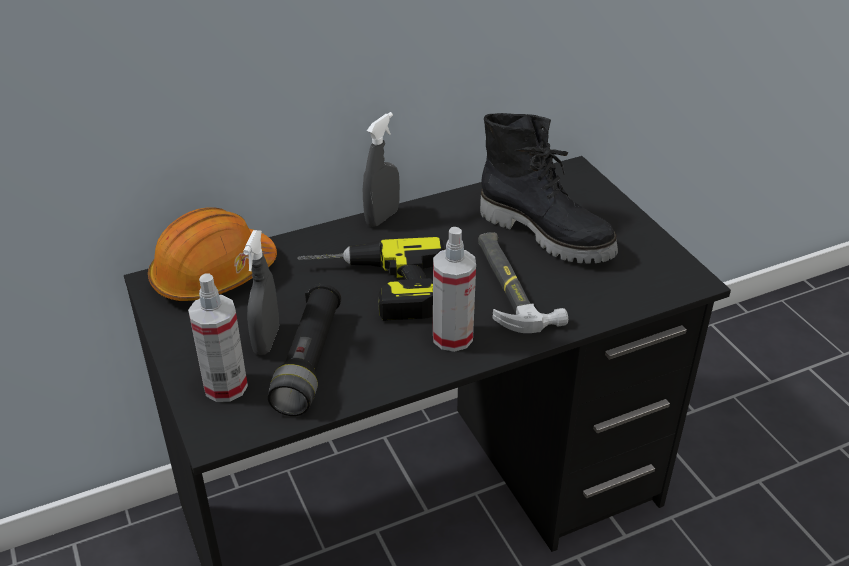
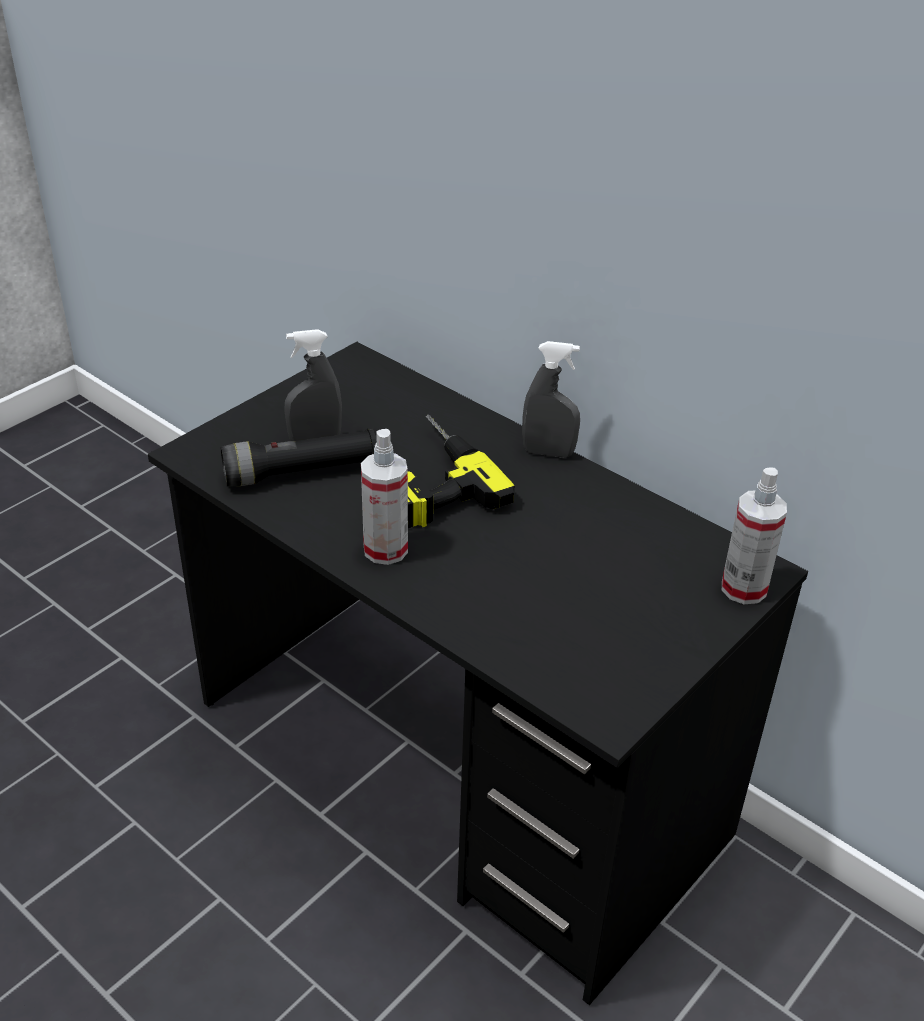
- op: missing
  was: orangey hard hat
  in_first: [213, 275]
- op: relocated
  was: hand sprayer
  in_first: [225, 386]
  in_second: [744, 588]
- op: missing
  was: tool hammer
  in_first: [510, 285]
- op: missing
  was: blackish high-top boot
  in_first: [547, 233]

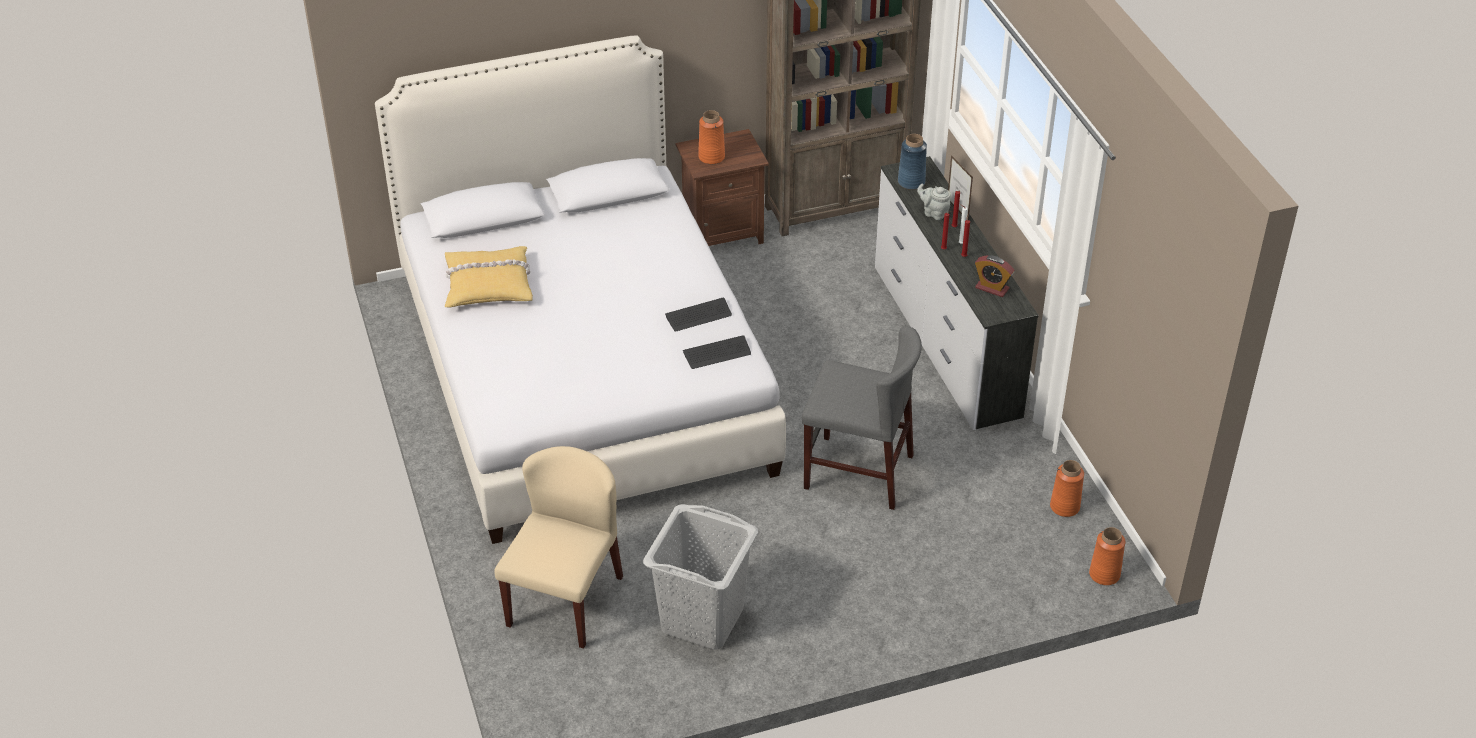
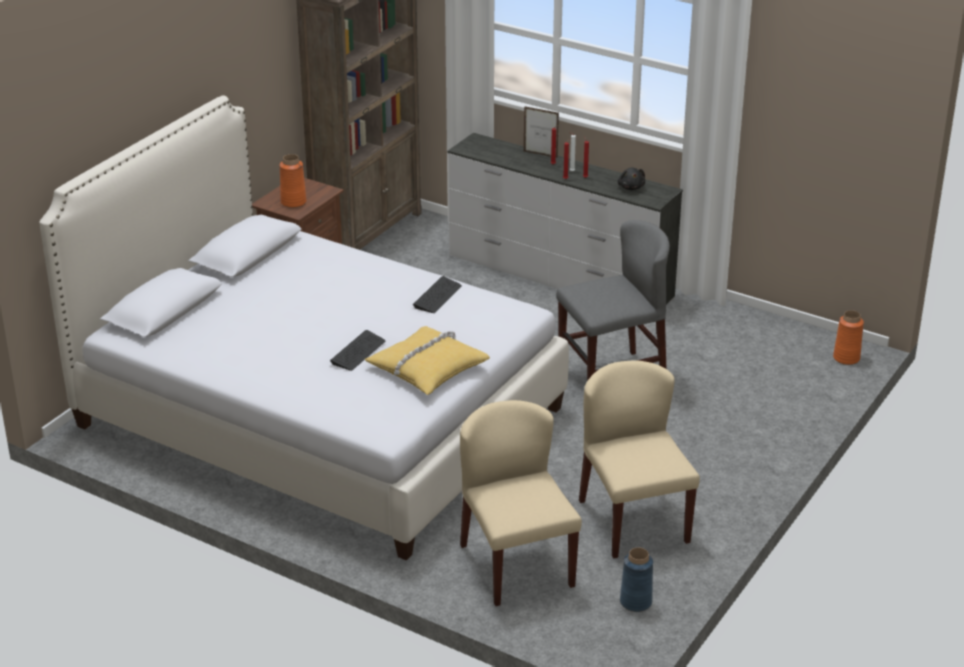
- op: relocated
  was: yellow pillow
  in_first: [488, 285]
  in_second: [427, 369]
- op: exchanged
  was: grey hamper
  now: sand-coloured upright chair
  in_first: [703, 619]
  in_second: [633, 520]
- op: relocated
  was: PC keyboard
  in_first: [717, 353]
  in_second: [358, 352]
- op: relocated
  was: bluish flower vase
  in_first: [911, 182]
  in_second: [636, 602]
- op: missing
  was: grey pot for tea
  in_first: [934, 213]
- op: exchanged
  was: table clock
  now: blackish plush toy
  in_first: [992, 288]
  in_second: [631, 187]
- op: missing
  was: orangey flower vase
  in_first: [1065, 507]

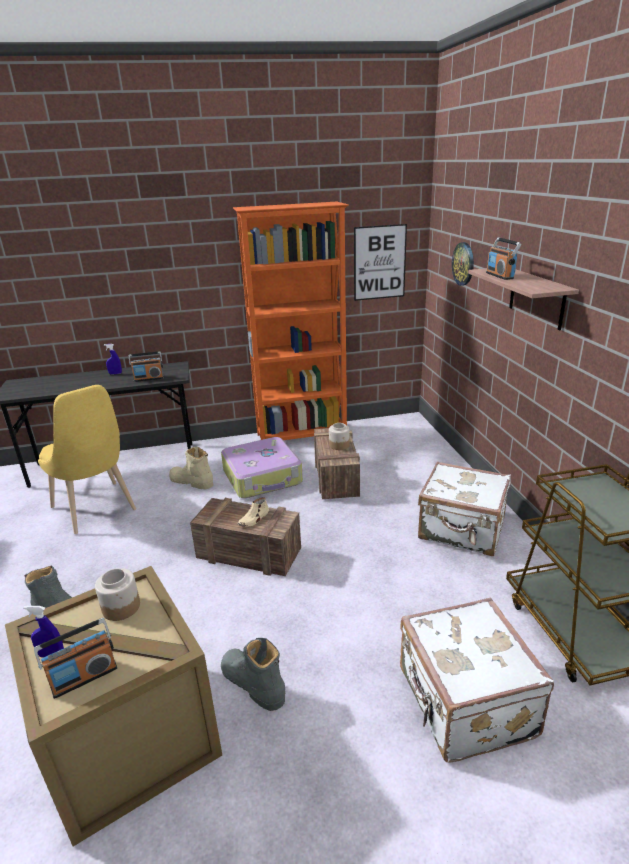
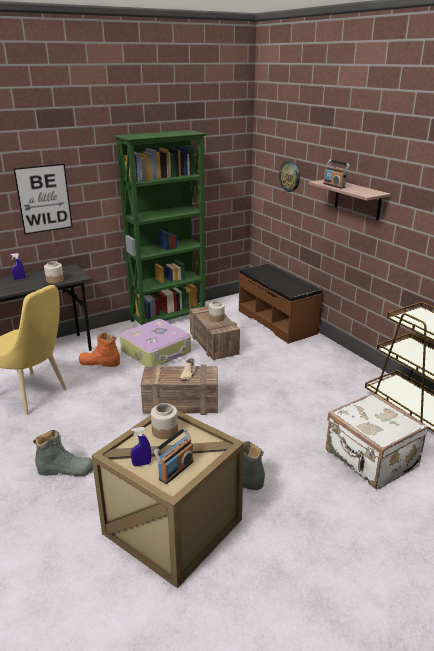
- op: exchanged
  was: radio receiver
  now: storage jar
  in_first: [149, 378]
  in_second: [55, 280]
- op: colour
  was: sand-coloured high-top boot
  now: orangey high-top boot
  in_first: [191, 482]
  in_second: [99, 363]
- op: colour
  was: orangey shelving unit
  now: green-coloured shelving unit
  in_first: [302, 437]
  in_second: [169, 318]
- op: relocated
  was: wall art
  in_first: [379, 262]
  in_second: [44, 199]
- op: missing
  was: white piece of luggage
  in_first: [462, 530]
- op: appeared
  now: brown indoor bench
  in_second: [277, 322]

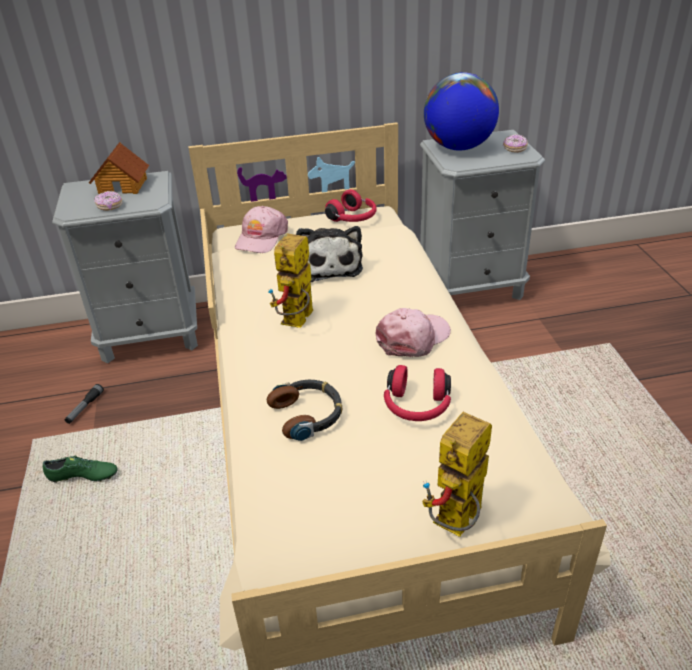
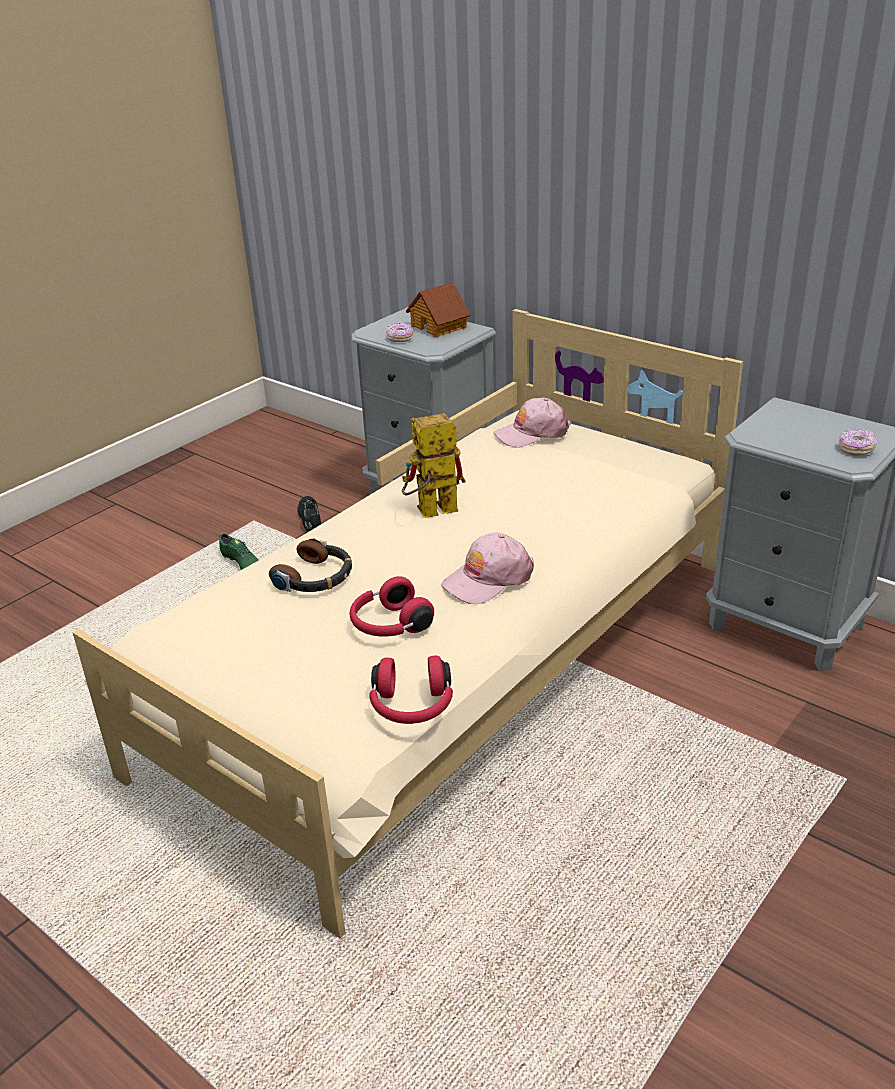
- op: exchanged
  was: torch
  now: blackish item of footwear
  in_first: [85, 407]
  in_second: [311, 520]
- op: missing
  was: plush toy
  in_first: [327, 265]
- op: relocated
  was: red headset
  in_first: [353, 218]
  in_second: [412, 707]
- op: spun
  was: pink-coloured baseball cap
  in_first: [413, 338]
  in_second: [488, 579]
  clockwise: 135
- op: missing
  was: toy robot
  in_first: [456, 525]
- op: missing
  was: desk globe
  in_first: [458, 147]

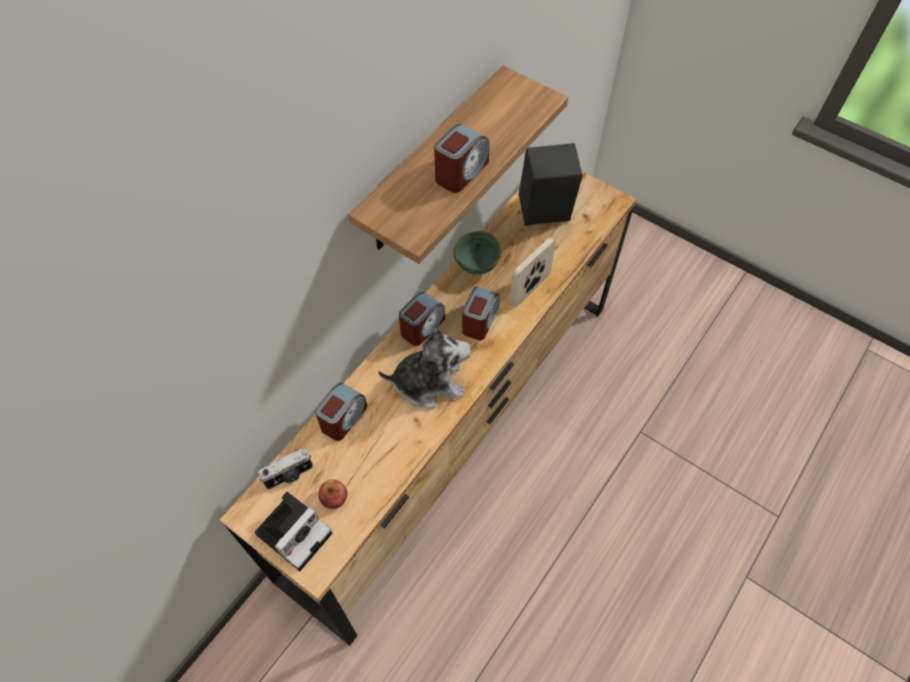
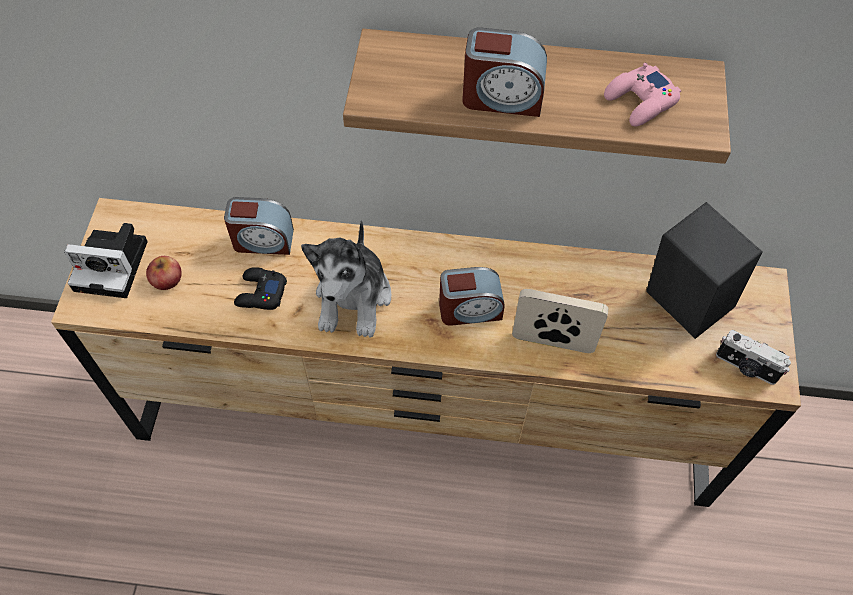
- op: relocated
  was: photo camera
  in_first: [289, 475]
  in_second: [746, 367]
- op: spun
  was: plush toy
  in_first: [429, 382]
  in_second: [353, 298]
  clockwise: 45
- op: missing
  was: table clock
  in_first: [422, 327]
- op: missing
  was: green-coloured deep dish
  in_first: [478, 266]
- op: appeared
  now: blackish gamepad
  in_second: [260, 293]
- op: appeared
  now: pink-coloured gamepad
  in_second: [640, 101]

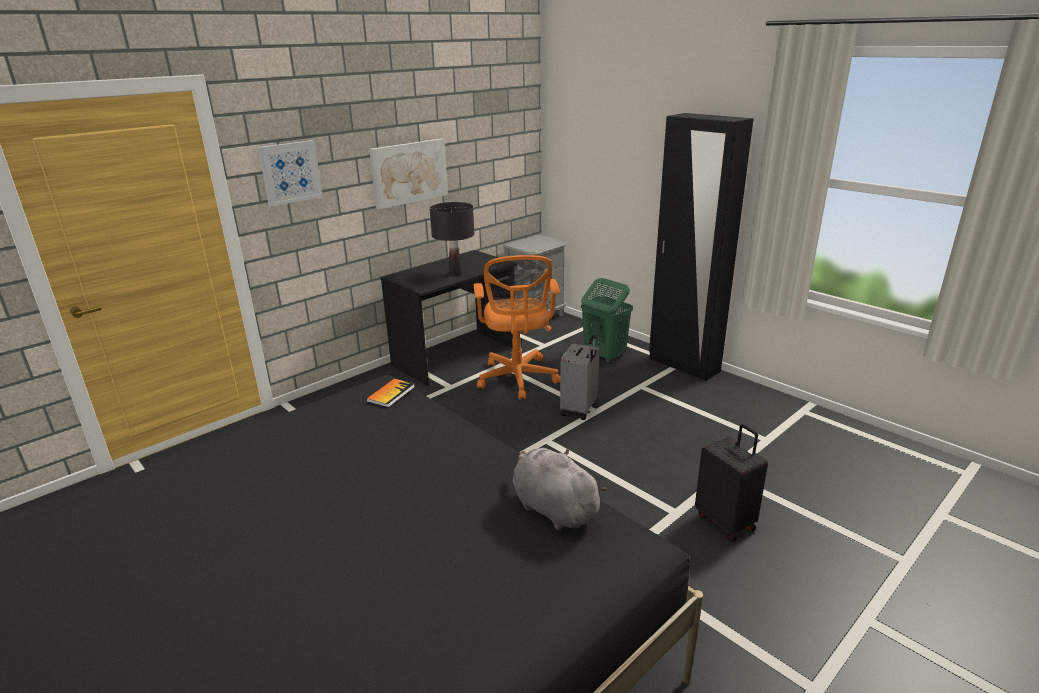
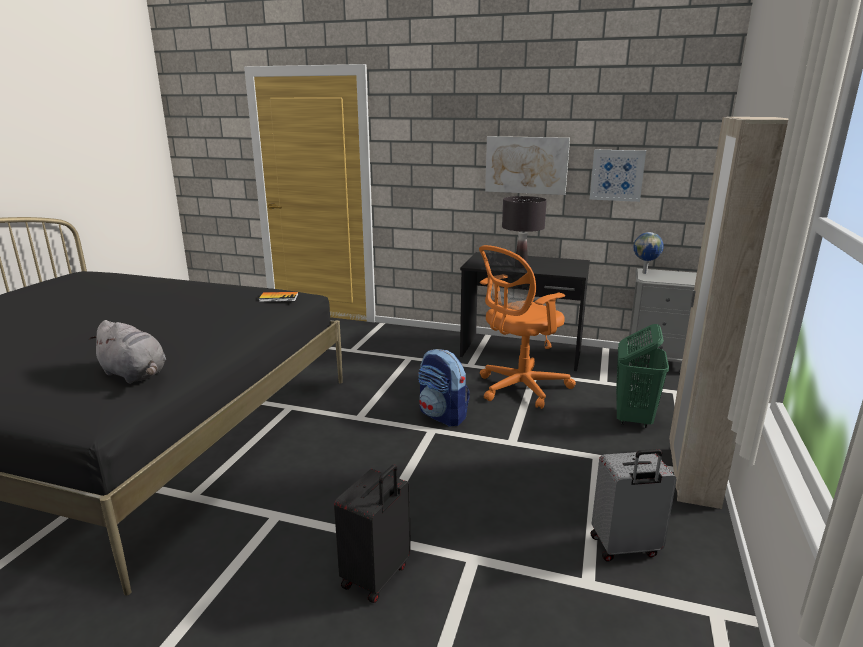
- op: relocated
  was: wall art
  in_first: [290, 172]
  in_second: [617, 175]
- op: spun
  was: grey plush toy
  in_first: [552, 508]
  in_second: [135, 375]
  clockwise: 105
- op: relocated
  was: grey piece of luggage
  in_first: [579, 409]
  in_second: [625, 547]
- op: colour
  was: blackish wardrobe
  now: sand-coloured wardrobe
  in_first: [683, 365]
  in_second: [692, 475]
- op: appeared
  now: backpack
  in_second: [443, 416]
- op: appeared
  now: desk globe
  in_second: [645, 273]

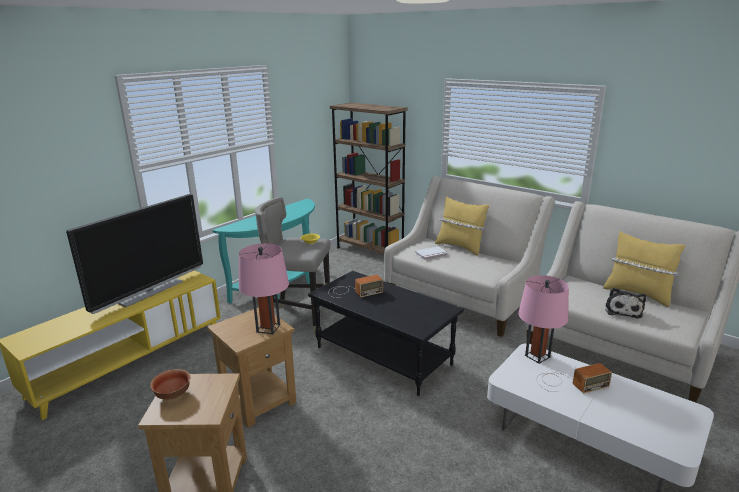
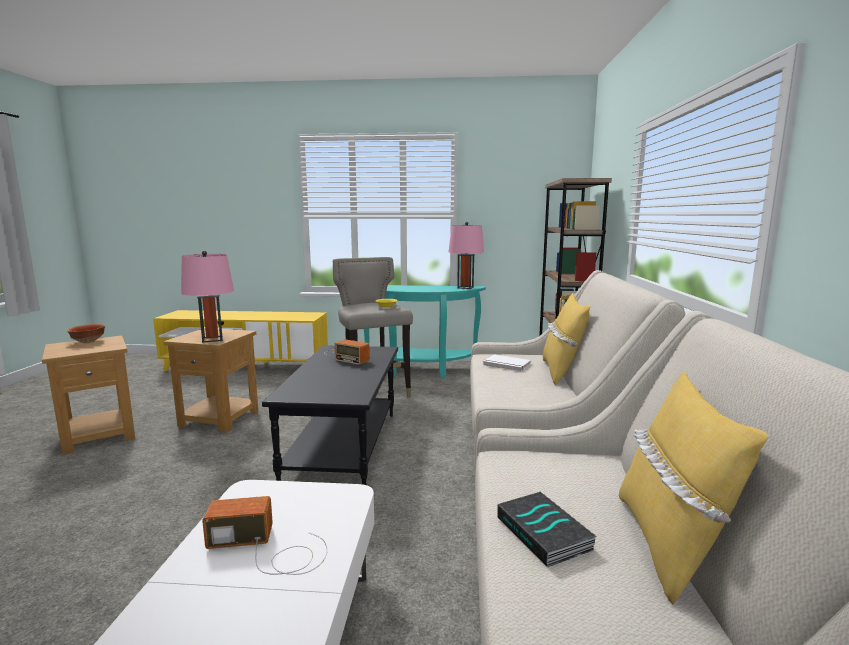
- op: missing
  was: TV set
  in_first: [149, 291]
- op: relocated
  was: pink-coloured table lamp
  in_first: [537, 356]
  in_second: [465, 287]
- op: spun
  was: radio receiver
  in_first: [568, 383]
  in_second: [269, 549]
  clockwise: 135
- op: exchanged
  was: plush toy
  now: bound book
  in_first: [622, 310]
  in_second: [545, 533]

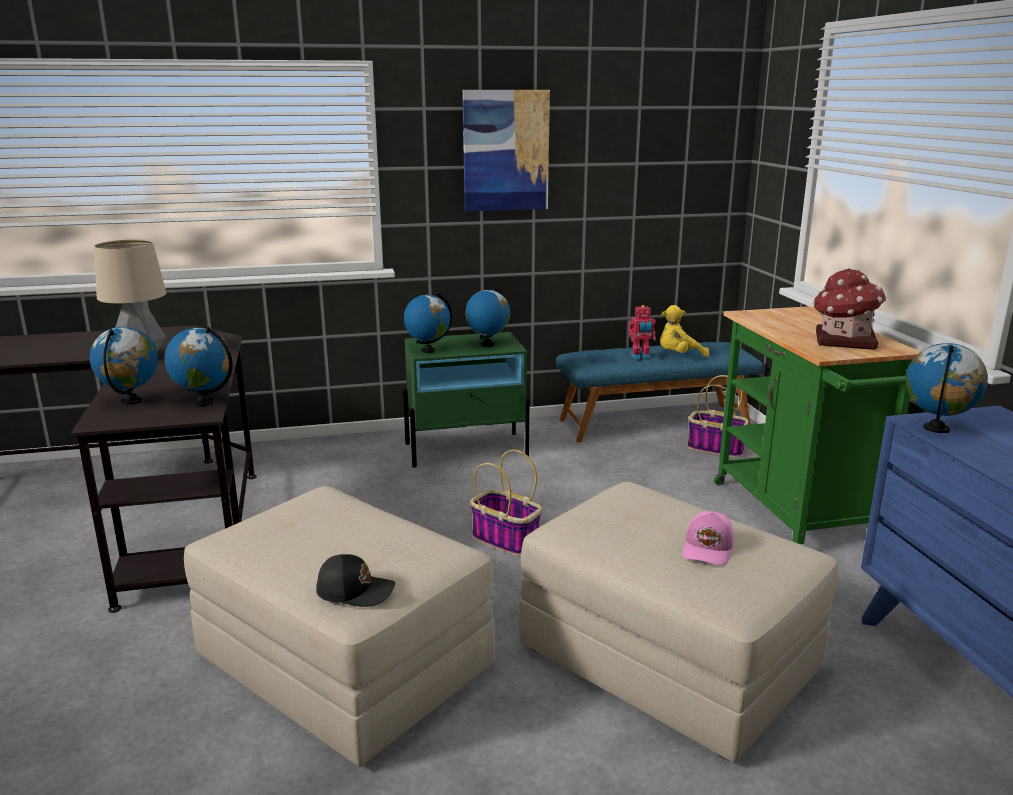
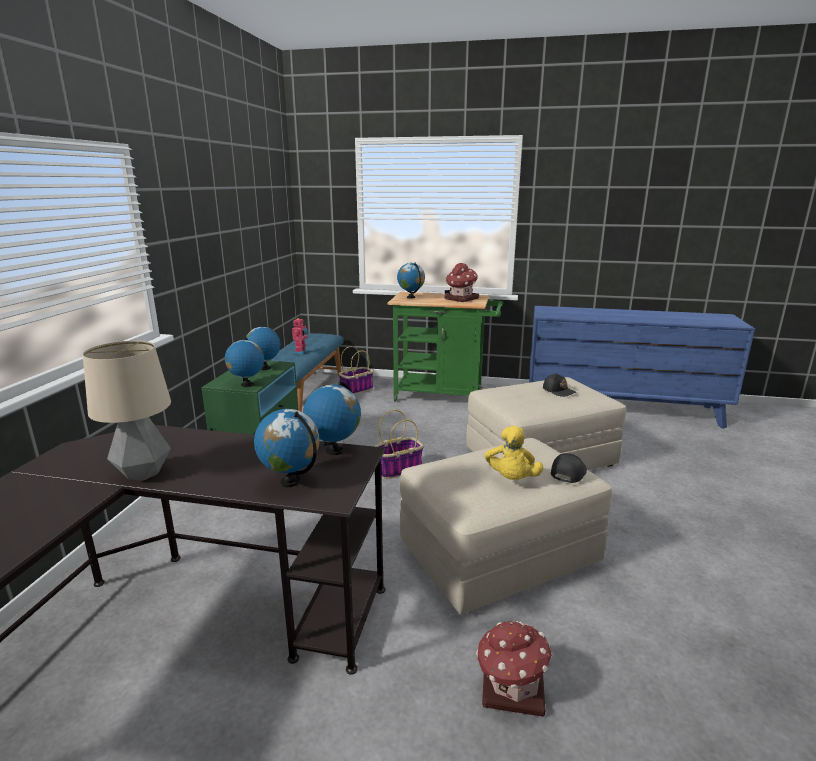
- op: missing
  was: wall art
  in_first: [506, 151]
- op: relocated
  was: yellow plush toy
  in_first: [679, 356]
  in_second: [511, 479]
- op: colour
  was: pink-coloured baseball cap
  now: blackish baseball cap
  in_first: [709, 549]
  in_second: [559, 391]
- op: relocated
  was: desk globe
  in_first: [936, 429]
  in_second: [411, 297]
- op: appeared
  now: model house
  in_second: [511, 688]

